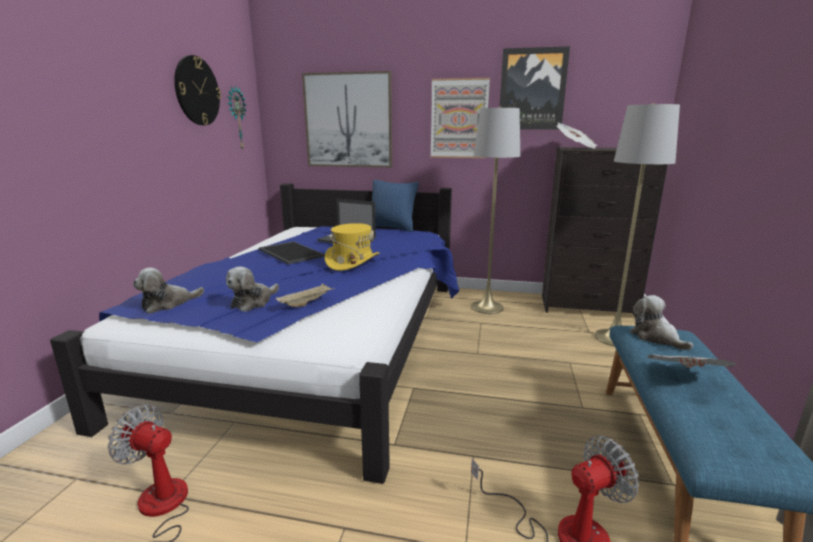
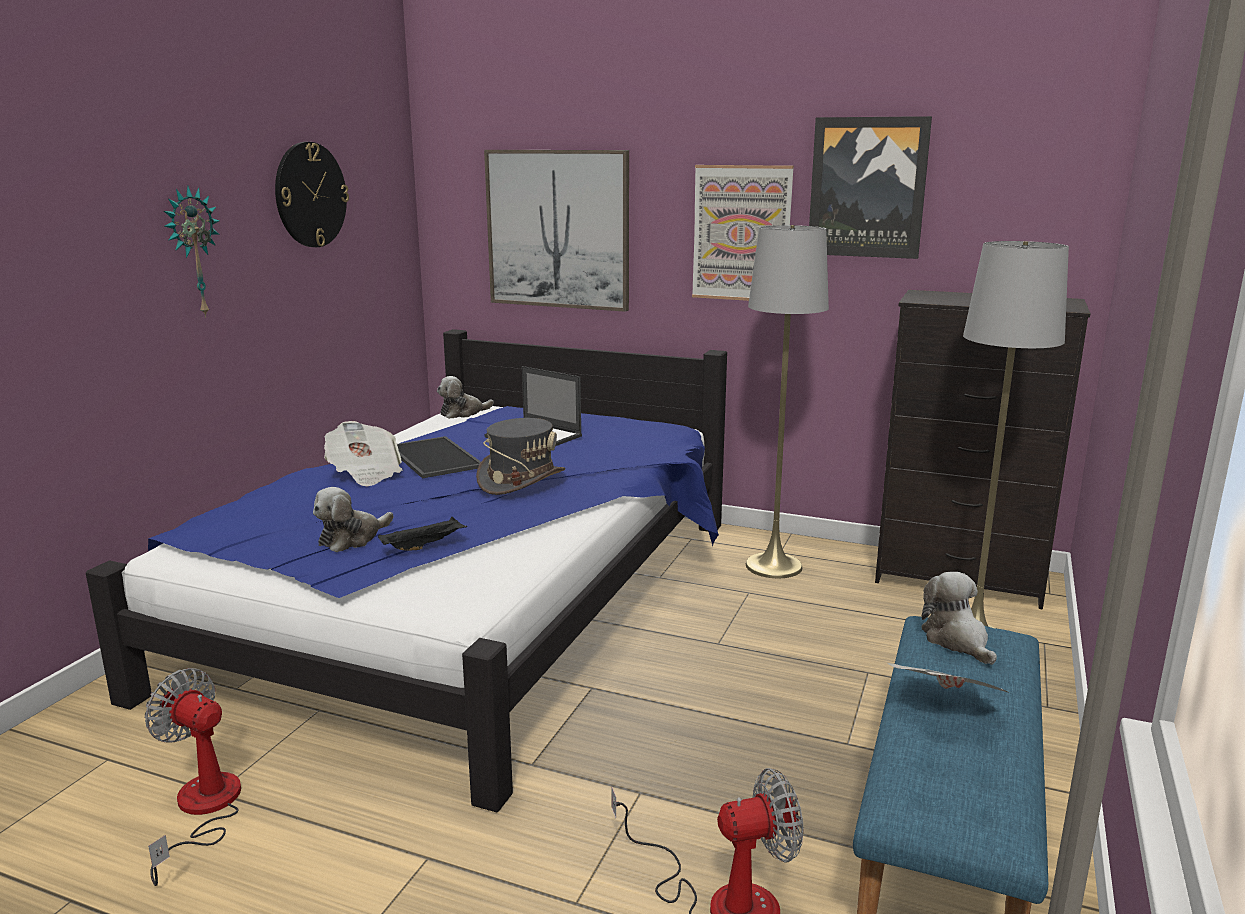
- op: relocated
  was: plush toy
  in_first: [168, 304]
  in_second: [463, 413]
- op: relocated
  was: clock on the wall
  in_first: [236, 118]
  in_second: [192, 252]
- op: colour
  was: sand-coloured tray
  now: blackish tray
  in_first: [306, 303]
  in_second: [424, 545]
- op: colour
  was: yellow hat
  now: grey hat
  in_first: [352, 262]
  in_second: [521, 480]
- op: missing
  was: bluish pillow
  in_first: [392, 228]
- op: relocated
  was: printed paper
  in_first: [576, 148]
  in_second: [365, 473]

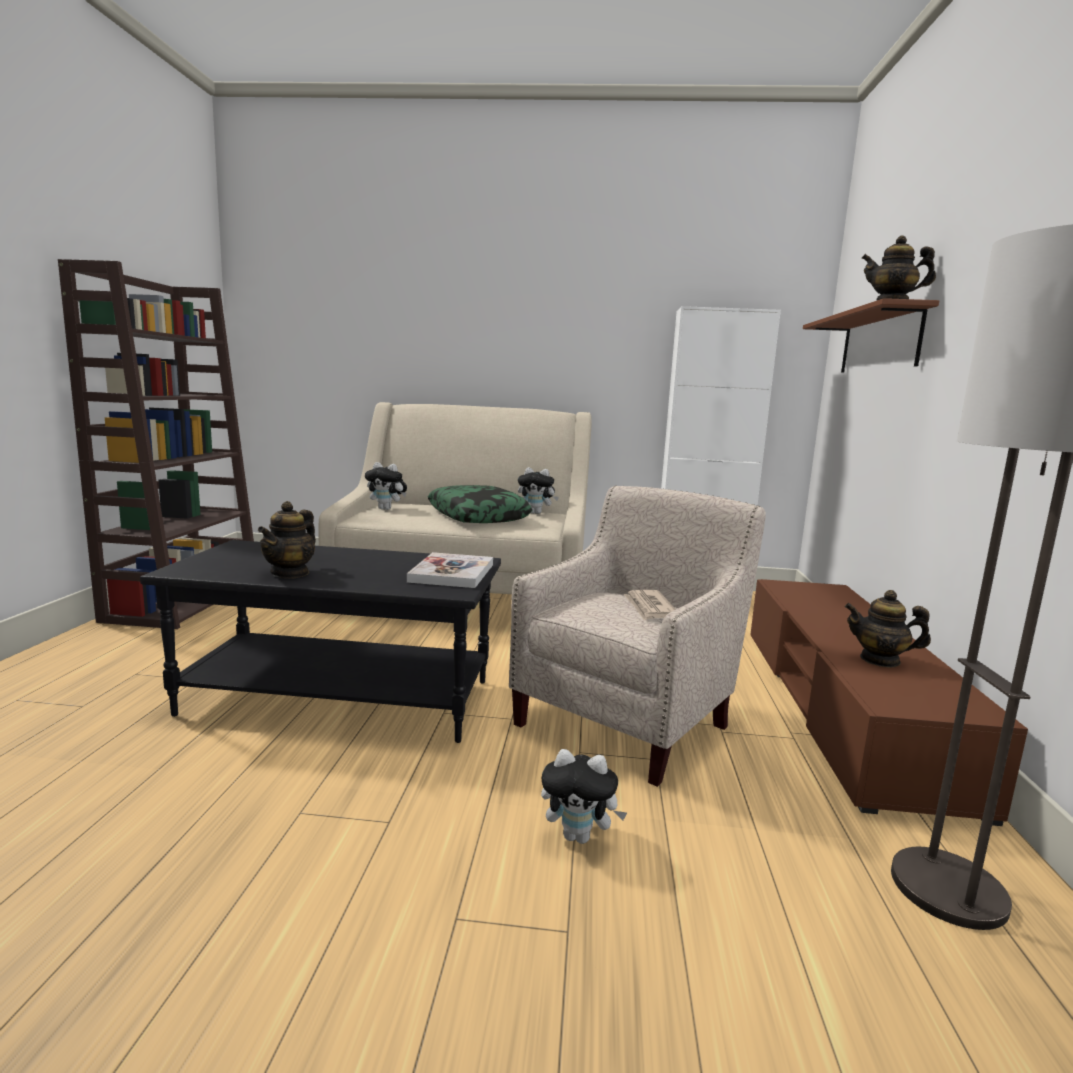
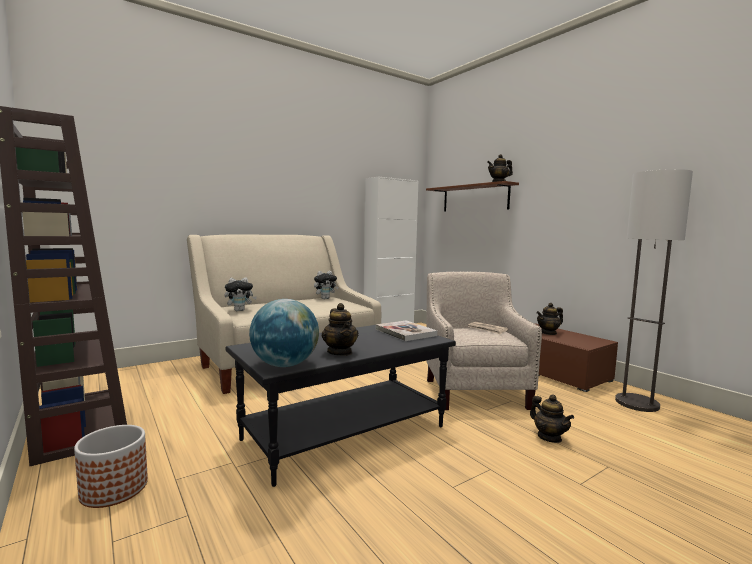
- op: missing
  was: pillow
  in_first: [478, 516]
- op: exchanged
  was: plush toy
  now: pot for tea
  in_first: [579, 836]
  in_second: [549, 437]
- op: appeared
  now: flower pot
  in_second: [114, 489]
- op: appeared
  now: desk globe
  in_second: [285, 365]

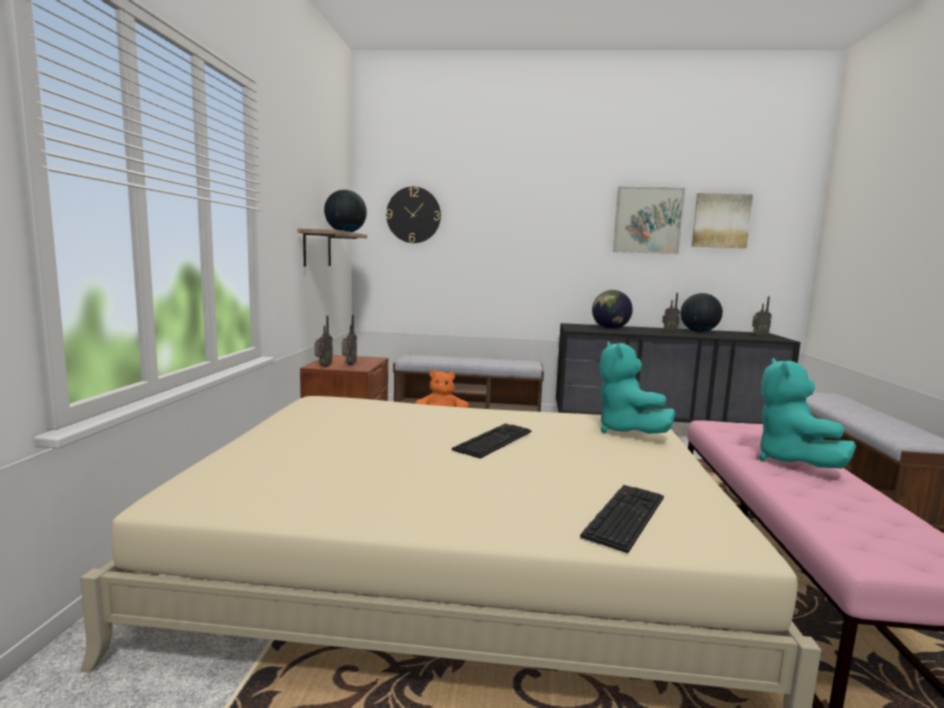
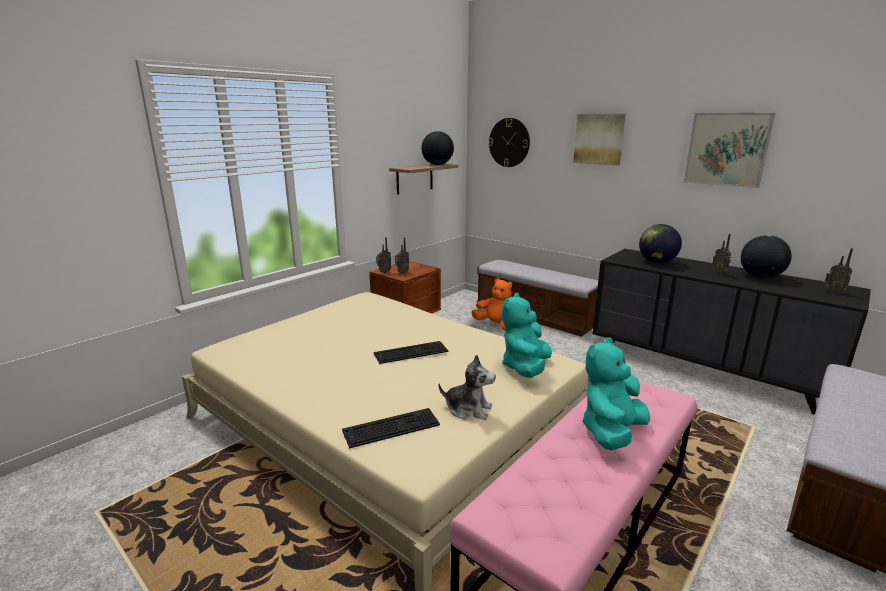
- op: relocated
  was: wall art
  in_first: [720, 221]
  in_second: [599, 139]
- op: appeared
  now: plush toy
  in_second: [468, 409]

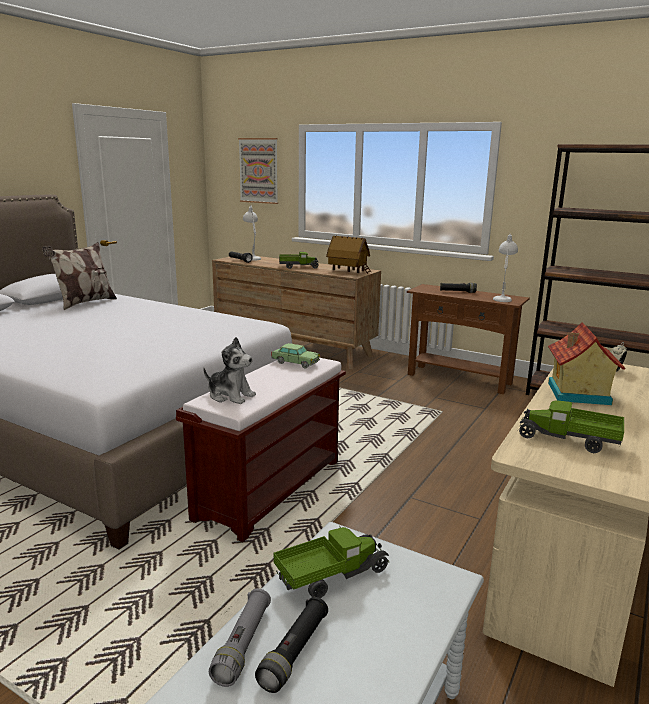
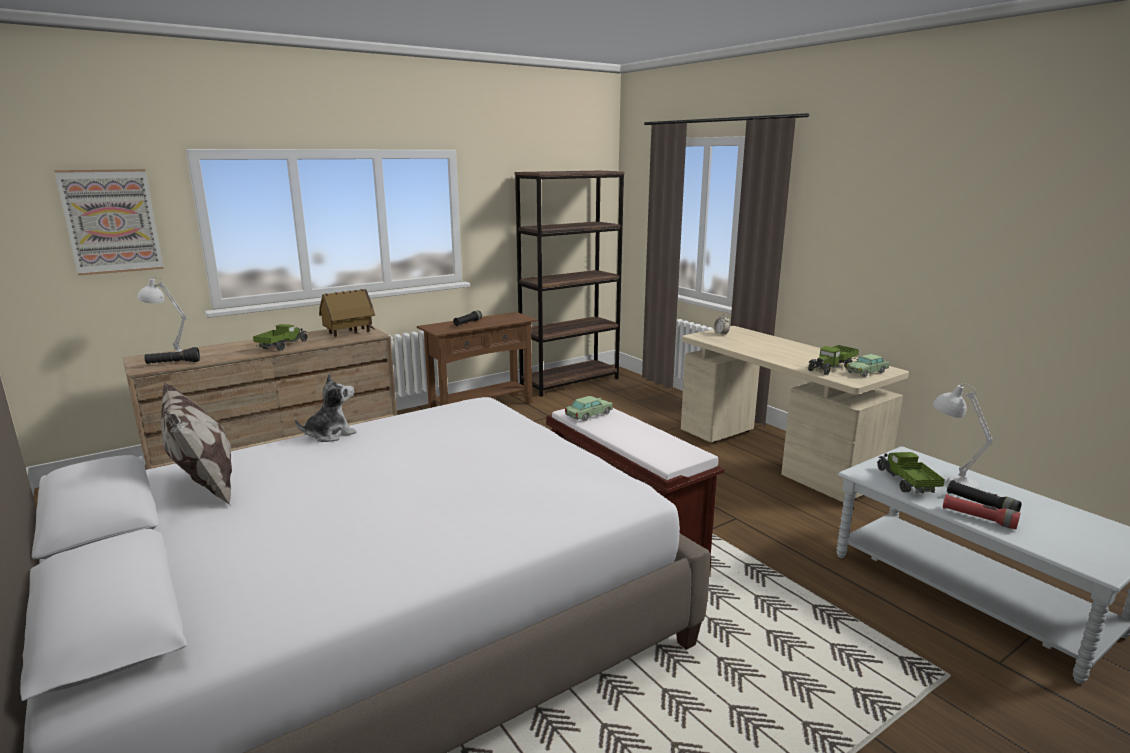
- op: relocated
  was: plush toy
  in_first: [230, 396]
  in_second: [330, 434]
- op: colour
  was: grey torch
  now: red torch
  in_first: [243, 645]
  in_second: [978, 518]
- op: relocated
  was: white table lamp
  in_first: [503, 298]
  in_second: [949, 481]
- op: missing
  was: model house
  in_first: [576, 393]
- op: appeared
  now: miniature car
  in_second: [866, 372]

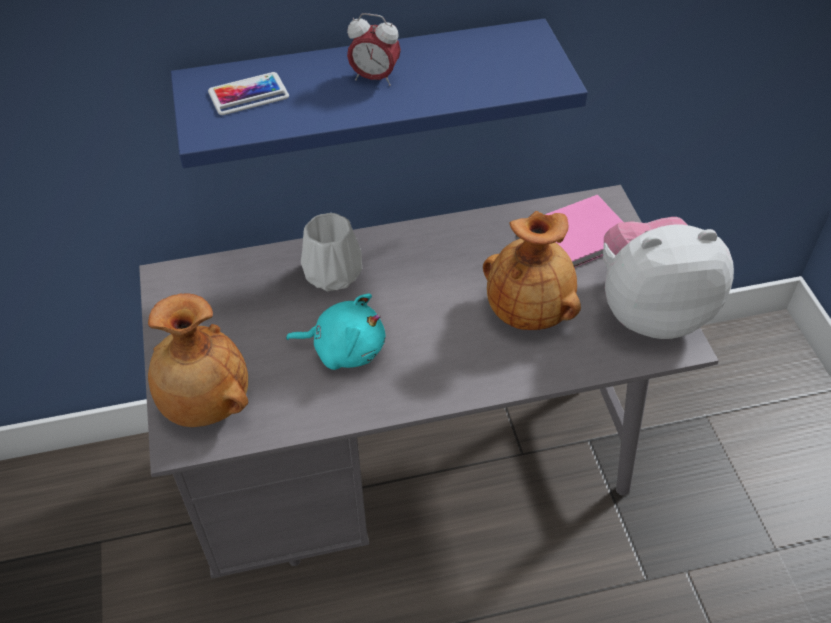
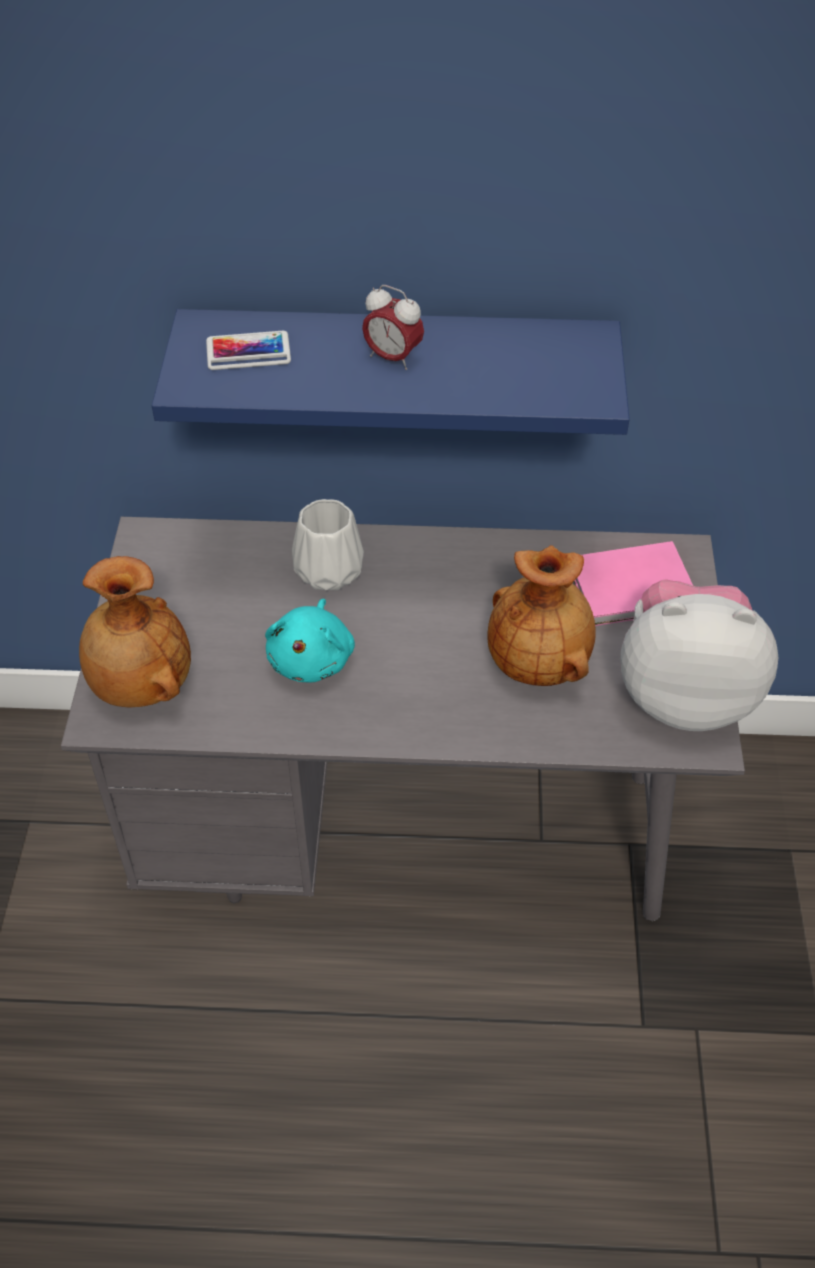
- op: spun
  was: blue-green plush toy
  in_first: [344, 348]
  in_second: [312, 658]
  clockwise: 75

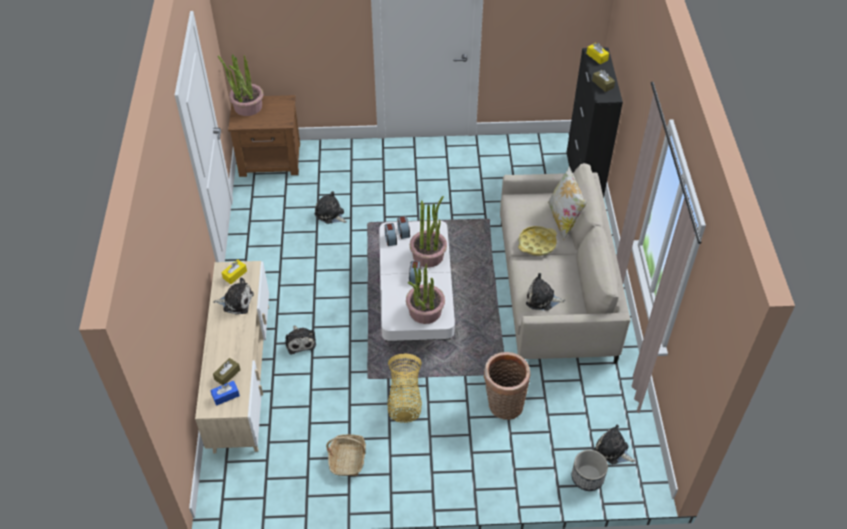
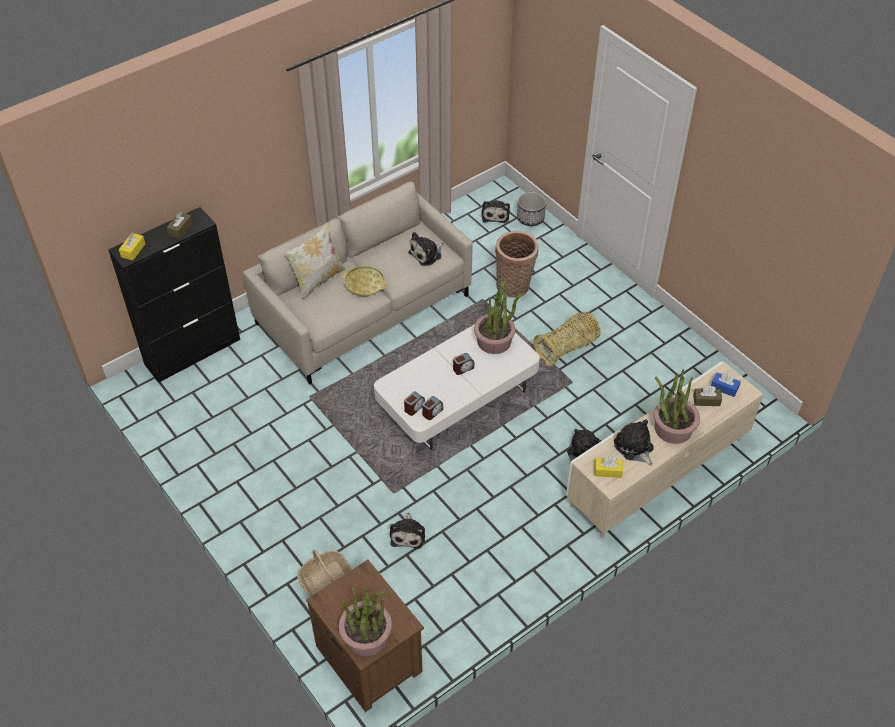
- op: relocated
  was: household basket
  in_first: [347, 459]
  in_second: [325, 579]
- op: relocated
  was: potted plant
  in_first: [428, 255]
  in_second: [672, 428]
- op: spun
  was: plush toy
  in_first: [542, 299]
  in_second: [427, 254]
  clockwise: 75

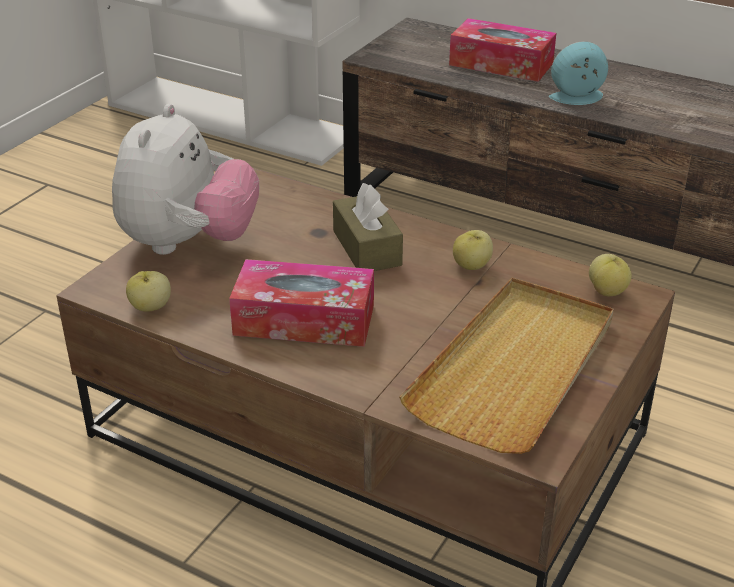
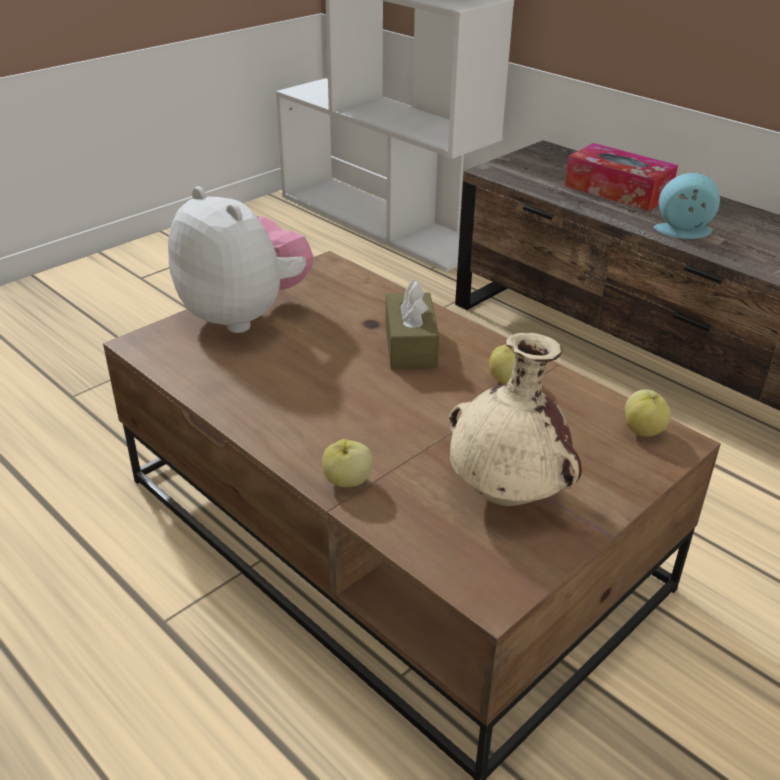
- op: spun
  was: plush toy
  in_first: [188, 243]
  in_second: [245, 315]
  clockwise: -75
- op: relocated
  was: apple fruit
  in_first: [150, 307]
  in_second: [347, 481]
- op: missing
  was: tissue box
  in_first: [304, 320]
- op: exchanged
  was: sand-coloured tray
  now: sand-coloured flower vase
  in_first: [515, 368]
  in_second: [507, 495]

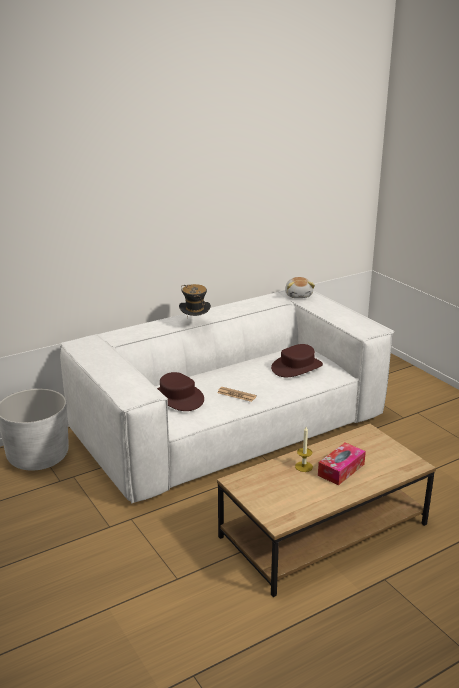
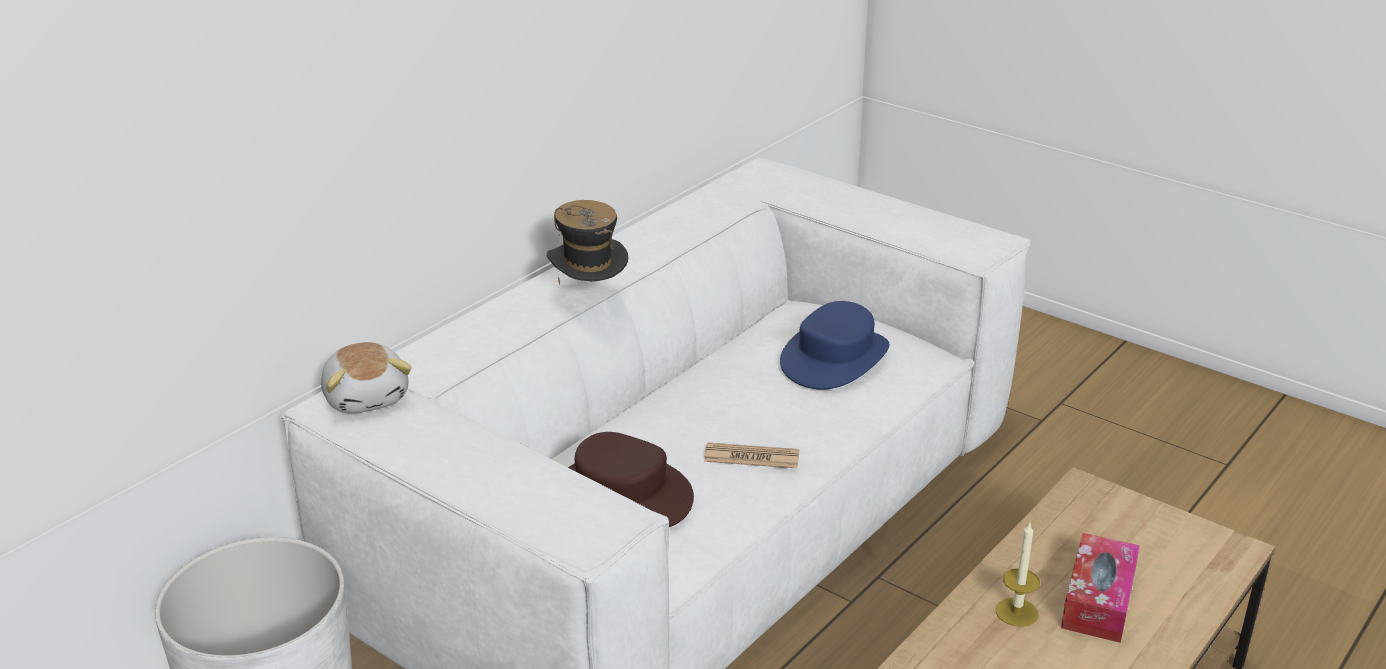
- op: colour
  was: brown hat
  now: bluish hat
  in_first: [297, 367]
  in_second: [835, 358]
- op: relocated
  was: plush toy
  in_first: [299, 295]
  in_second: [367, 397]

